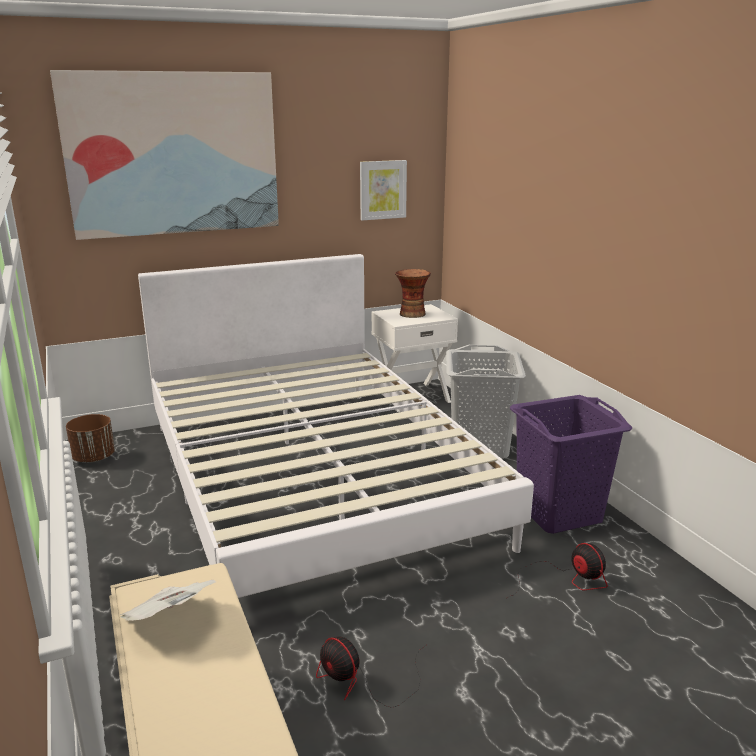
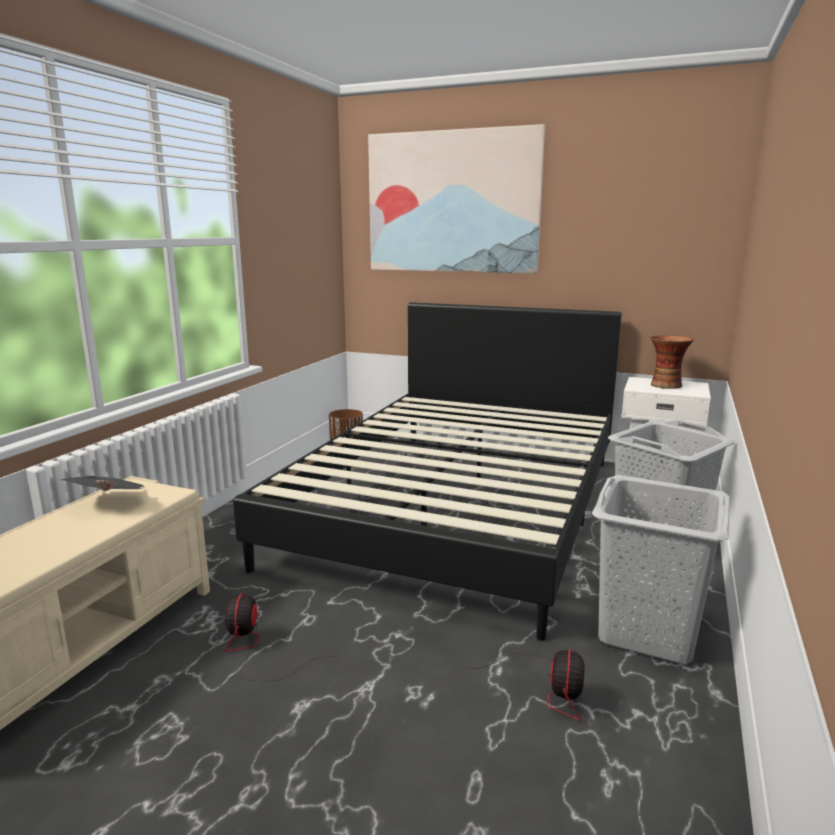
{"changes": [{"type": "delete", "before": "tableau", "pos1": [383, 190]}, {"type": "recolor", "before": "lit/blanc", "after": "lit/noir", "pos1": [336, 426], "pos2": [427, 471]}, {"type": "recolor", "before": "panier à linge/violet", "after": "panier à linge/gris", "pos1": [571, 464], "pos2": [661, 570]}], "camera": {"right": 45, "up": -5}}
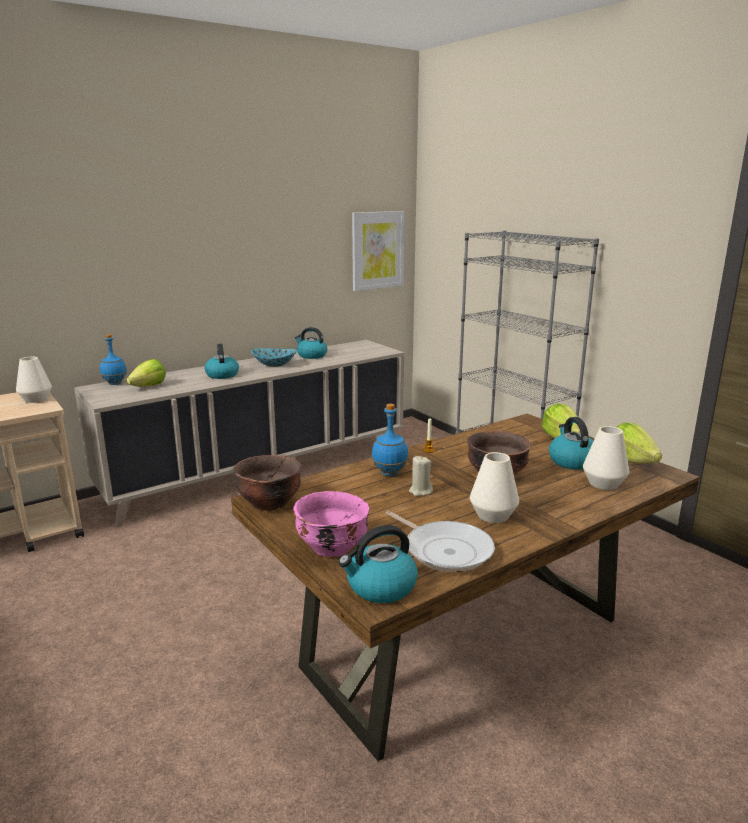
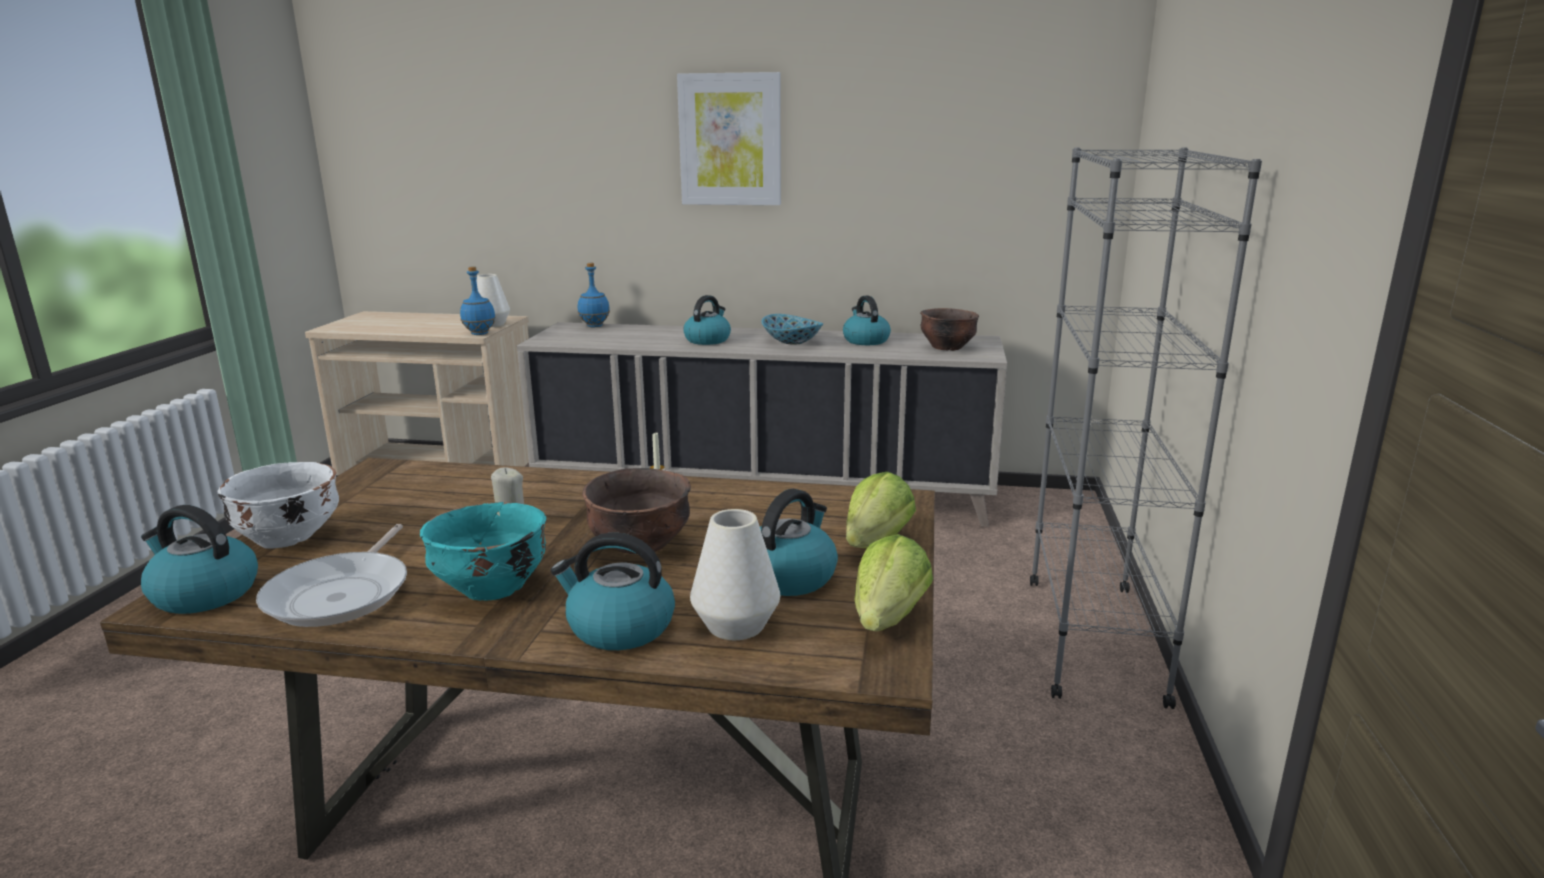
{"changes": [{"type": "move", "before": "tableau", "pos1": [378, 251], "pos2": [729, 138]}, {"type": "delete", "before": "laitue", "pos1": [146, 373]}, {"type": "move", "before": "bouteille/bleu", "pos1": [390, 440], "pos2": [478, 301]}, {"type": "replace", "before": "vase/blanc", "after": "bol/turquoise", "pos1": [494, 487], "pos2": [483, 551]}, {"type": "move", "before": "bol/marron", "pos1": [267, 483], "pos2": [949, 329]}, {"type": "recolor", "before": "bol/rose", "after": "bol/blanc", "pos1": [331, 524], "pos2": [278, 505]}, {"type": "insert", "after": "bouilloire", "pos2": [612, 591]}], "camera": {"right": 45, "up": 0}}
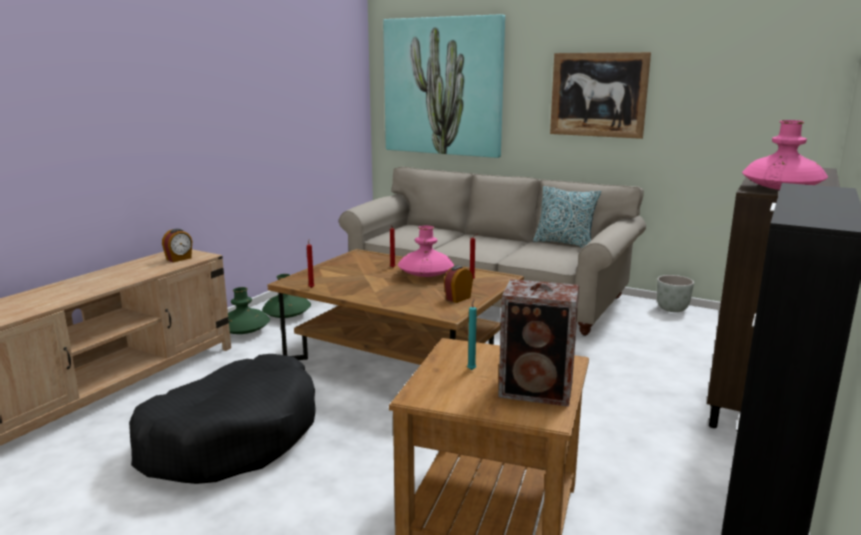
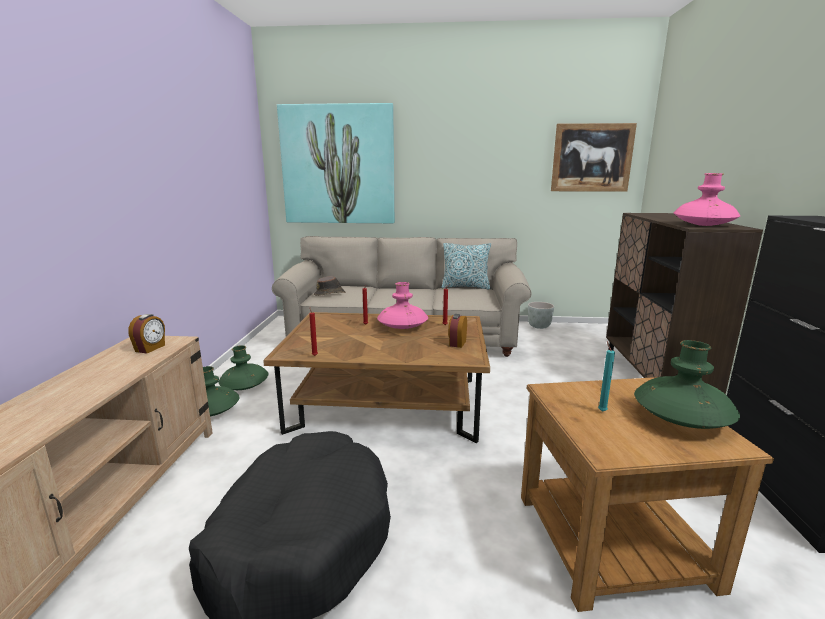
{"changes": [{"type": "move", "before": "tableau", "pos1": [600, 95], "pos2": [594, 157]}, {"type": "replace", "before": "enceinte", "after": "vase/vert", "pos1": [538, 343], "pos2": [687, 384]}, {"type": "insert", "after": "chapeau/marron", "pos2": [329, 286]}], "camera": {"right": -25, "up": 0}}
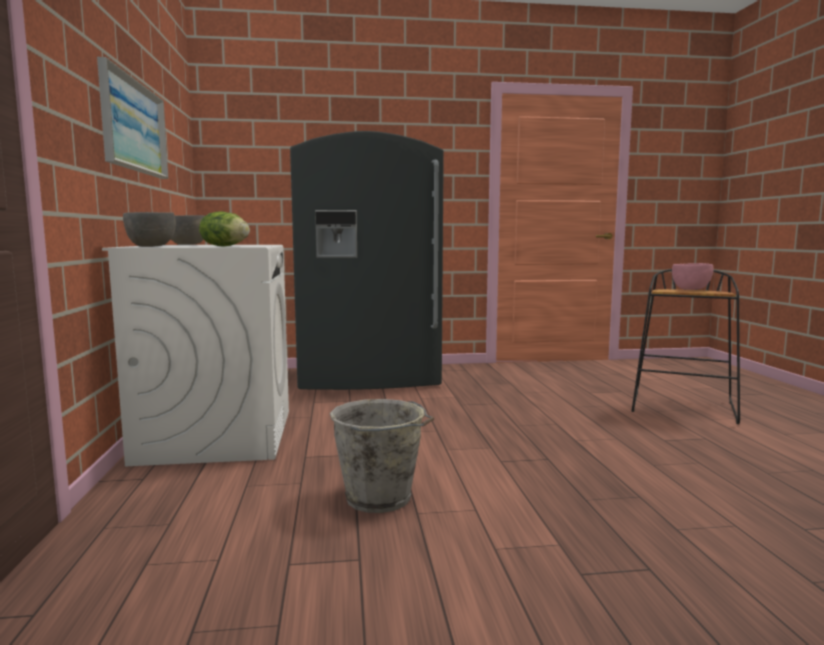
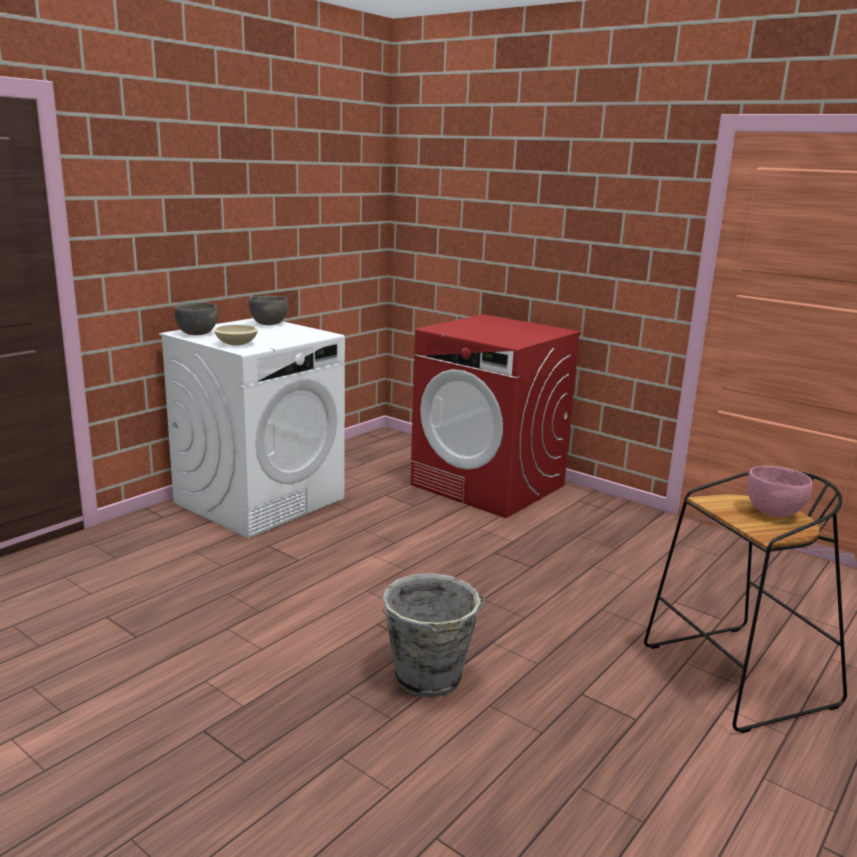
{"changes": [{"type": "delete", "before": "tableau", "pos1": [132, 118]}, {"type": "replace", "before": "réfrigérateur/gris", "after": "lave-linge/rouge", "pos1": [367, 260], "pos2": [495, 416]}, {"type": "replace", "before": "laitue", "after": "bol/beige", "pos1": [224, 228], "pos2": [236, 335]}, {"type": "move", "before": "seau/gris", "pos1": [382, 456], "pos2": [433, 635]}], "camera": {"right": 45, "up": 10}}
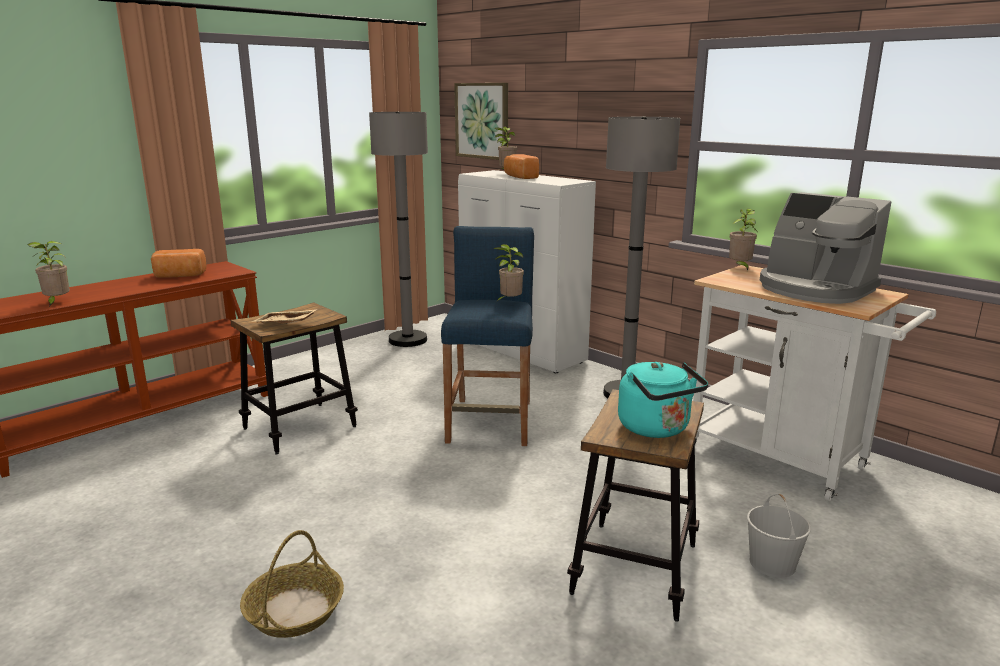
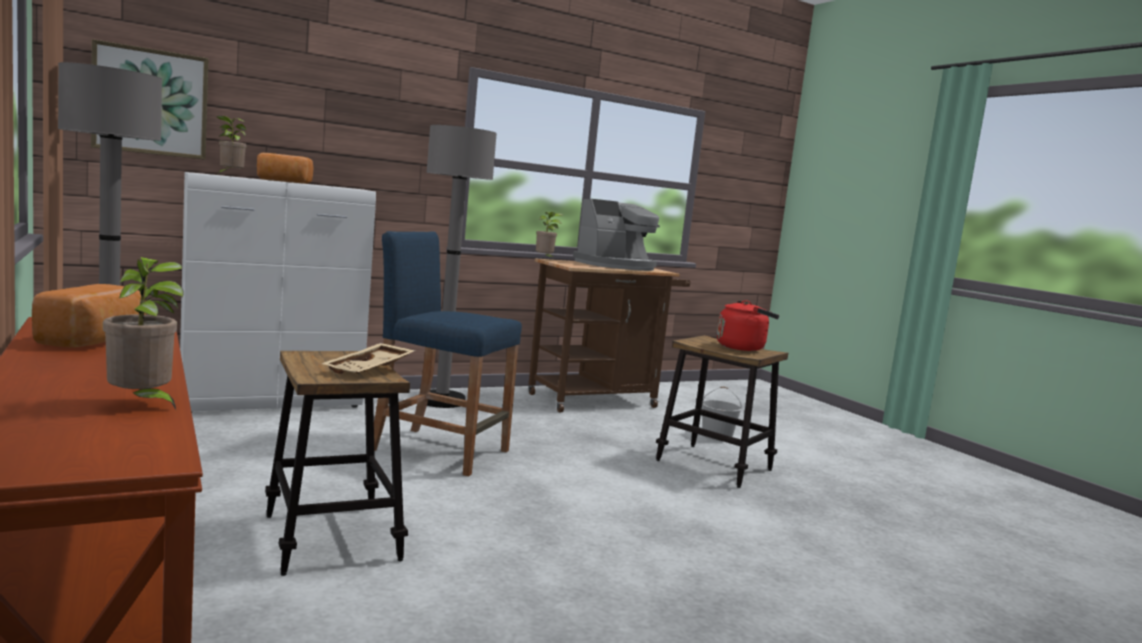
{"changes": [{"type": "delete", "before": "plante en pot", "pos1": [508, 273]}, {"type": "recolor", "before": "chariot/blanc", "after": "chariot/marron", "pos1": [814, 383], "pos2": [609, 335]}, {"type": "recolor", "before": "bouilloire/turquoise", "after": "bouilloire/rouge", "pos1": [663, 400], "pos2": [748, 325]}, {"type": "delete", "before": "panier", "pos1": [292, 584]}], "camera": {"right": -75, "up": -10}}
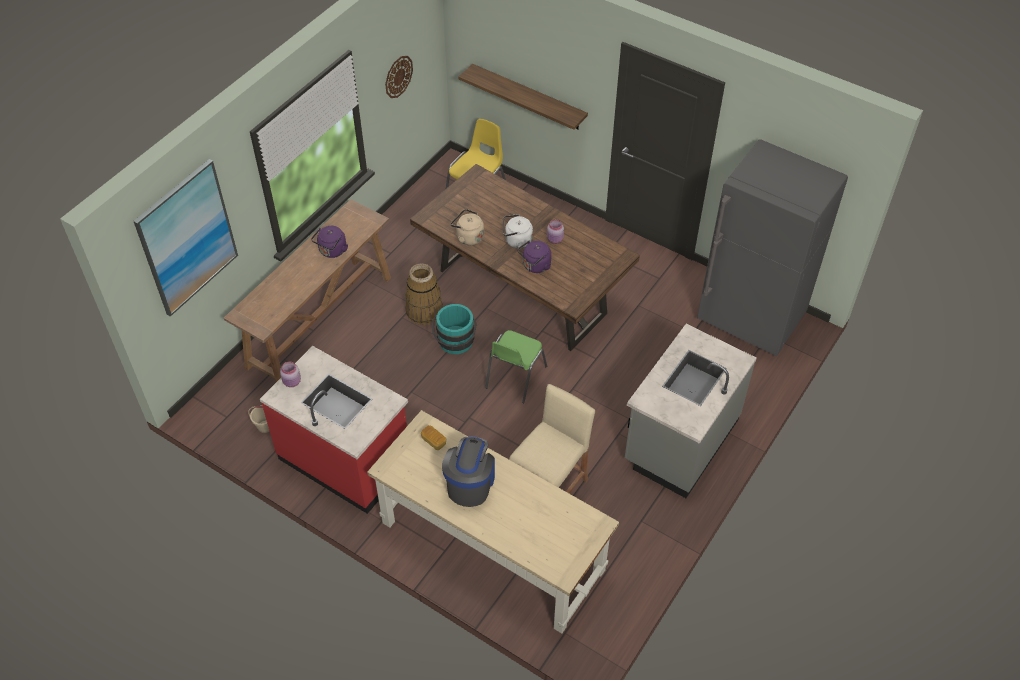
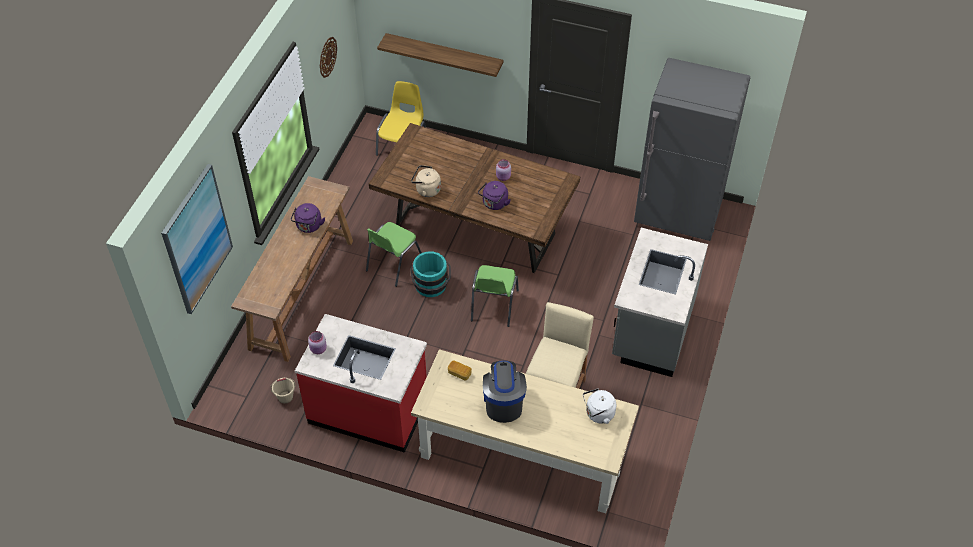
{"changes": [{"type": "move", "before": "bouilloire/blanc", "pos1": [518, 231], "pos2": [599, 406]}, {"type": "replace", "before": "panier", "after": "chaise/vert", "pos1": [424, 294], "pos2": [394, 254]}], "camera": {"right": -15, "up": 0}}
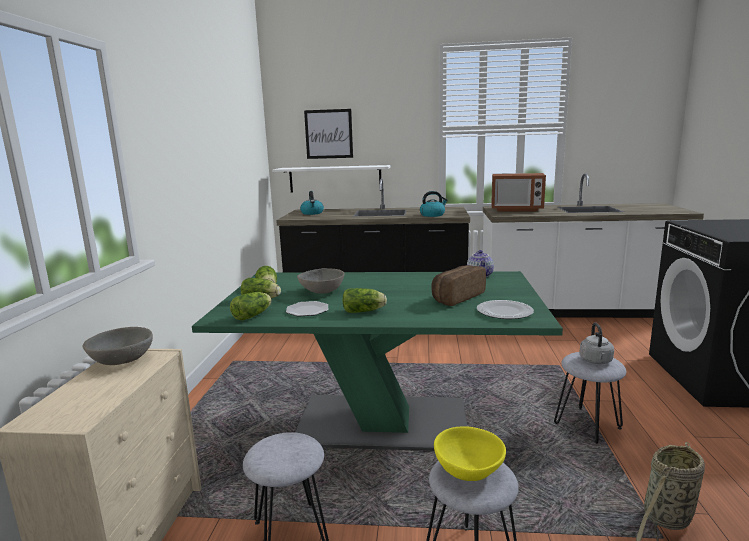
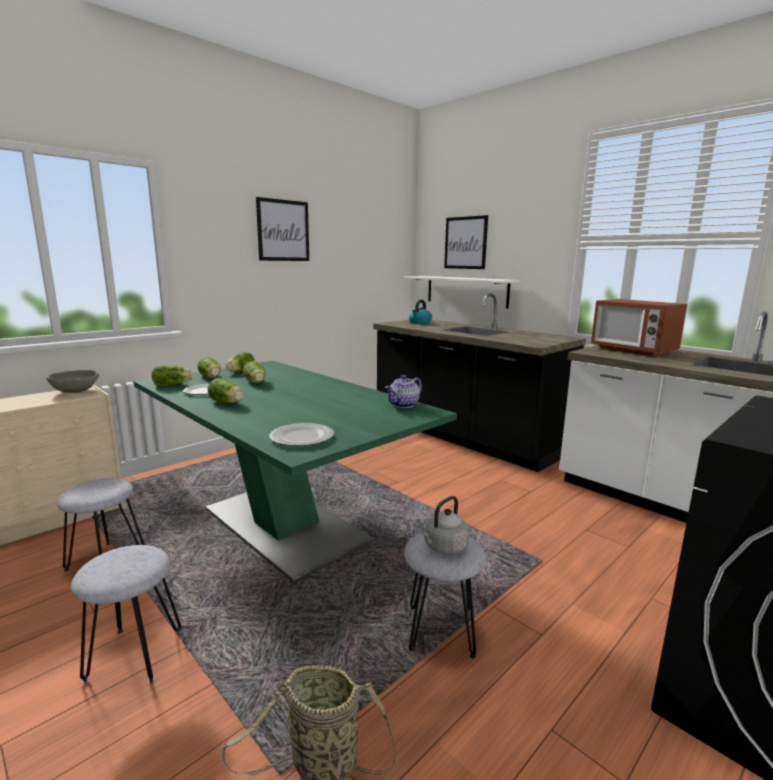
{"changes": [{"type": "delete", "before": "bouilloire", "pos1": [434, 204]}, {"type": "delete", "before": "pain", "pos1": [458, 285]}, {"type": "replace", "before": "bol/gris", "after": "laitue", "pos1": [321, 281], "pos2": [254, 372]}, {"type": "delete", "before": "bol/jaune", "pos1": [470, 453]}, {"type": "insert", "after": "tableau", "pos2": [282, 229]}], "camera": {"right": 40, "up": 0}}
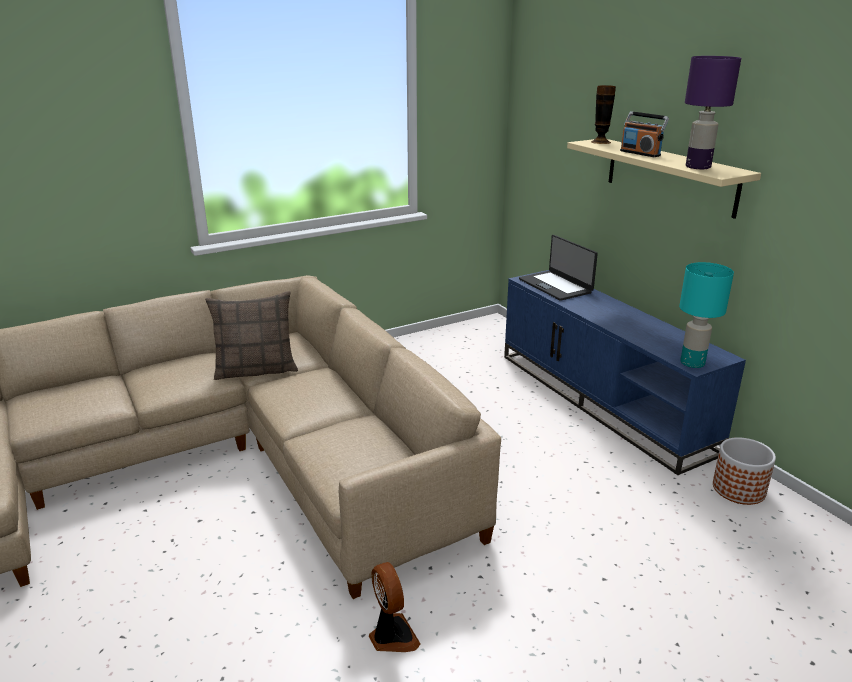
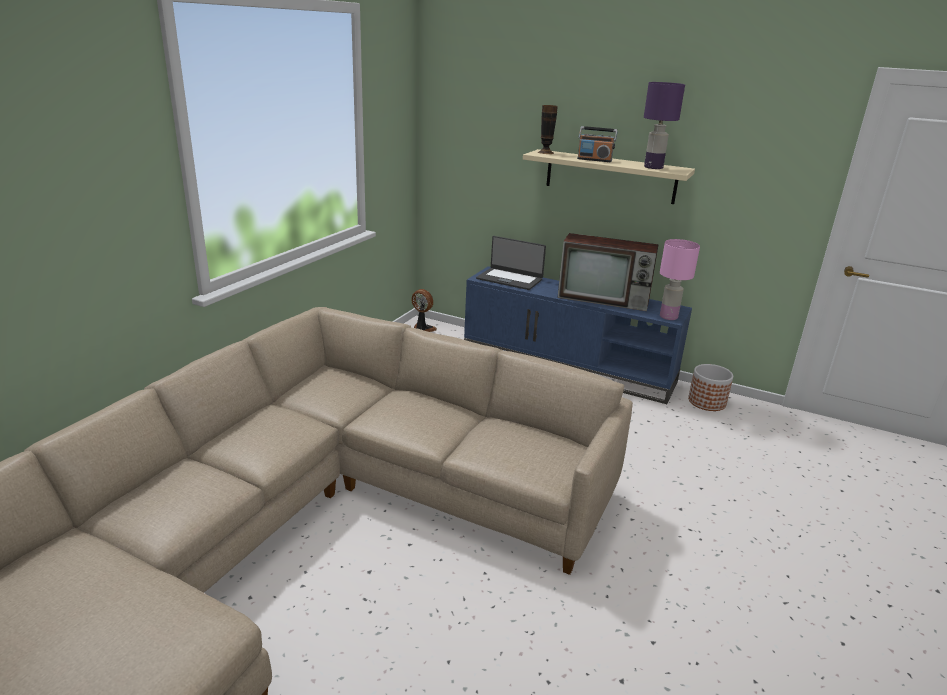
{"changes": [{"type": "recolor", "before": "lampe de table/turquoise", "after": "lampe de table/rose", "pos1": [706, 315], "pos2": [680, 279]}, {"type": "delete", "before": "coussin", "pos1": [251, 335]}, {"type": "move", "before": "ventilateur", "pos1": [395, 607], "pos2": [424, 310]}, {"type": "insert", "after": "téléviseur", "pos2": [608, 272]}], "camera": {"right": -35, "up": 0}}
